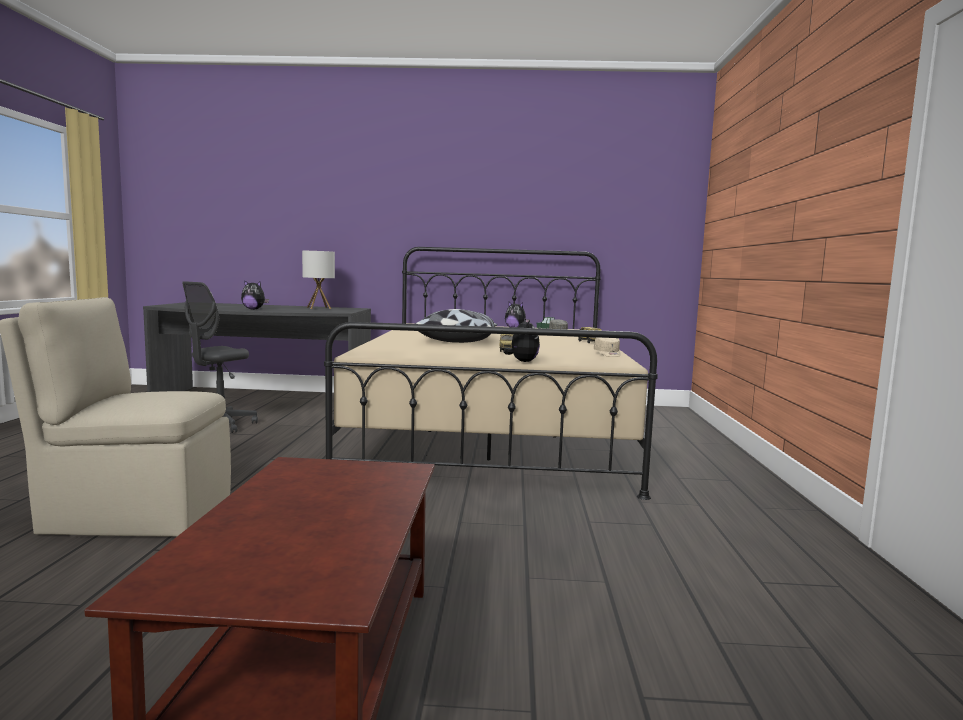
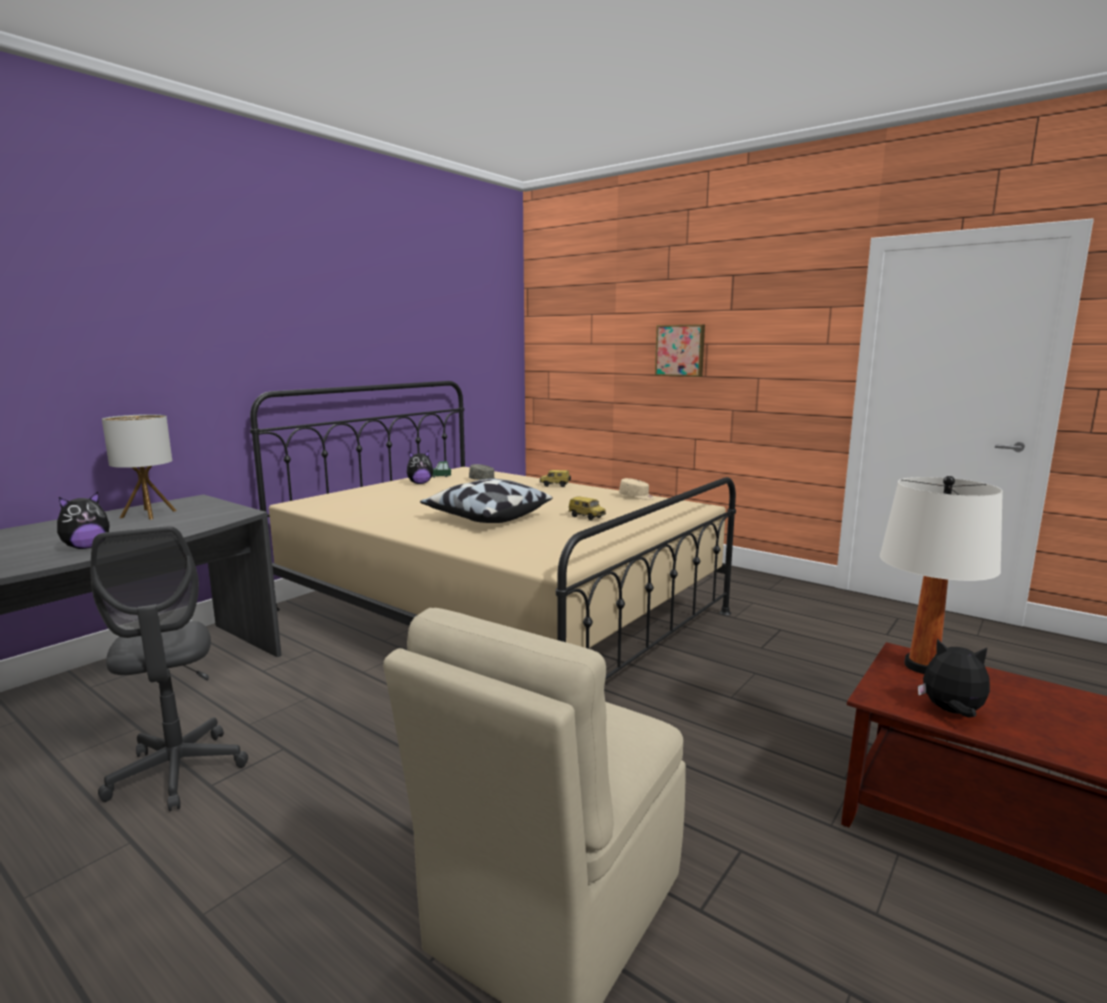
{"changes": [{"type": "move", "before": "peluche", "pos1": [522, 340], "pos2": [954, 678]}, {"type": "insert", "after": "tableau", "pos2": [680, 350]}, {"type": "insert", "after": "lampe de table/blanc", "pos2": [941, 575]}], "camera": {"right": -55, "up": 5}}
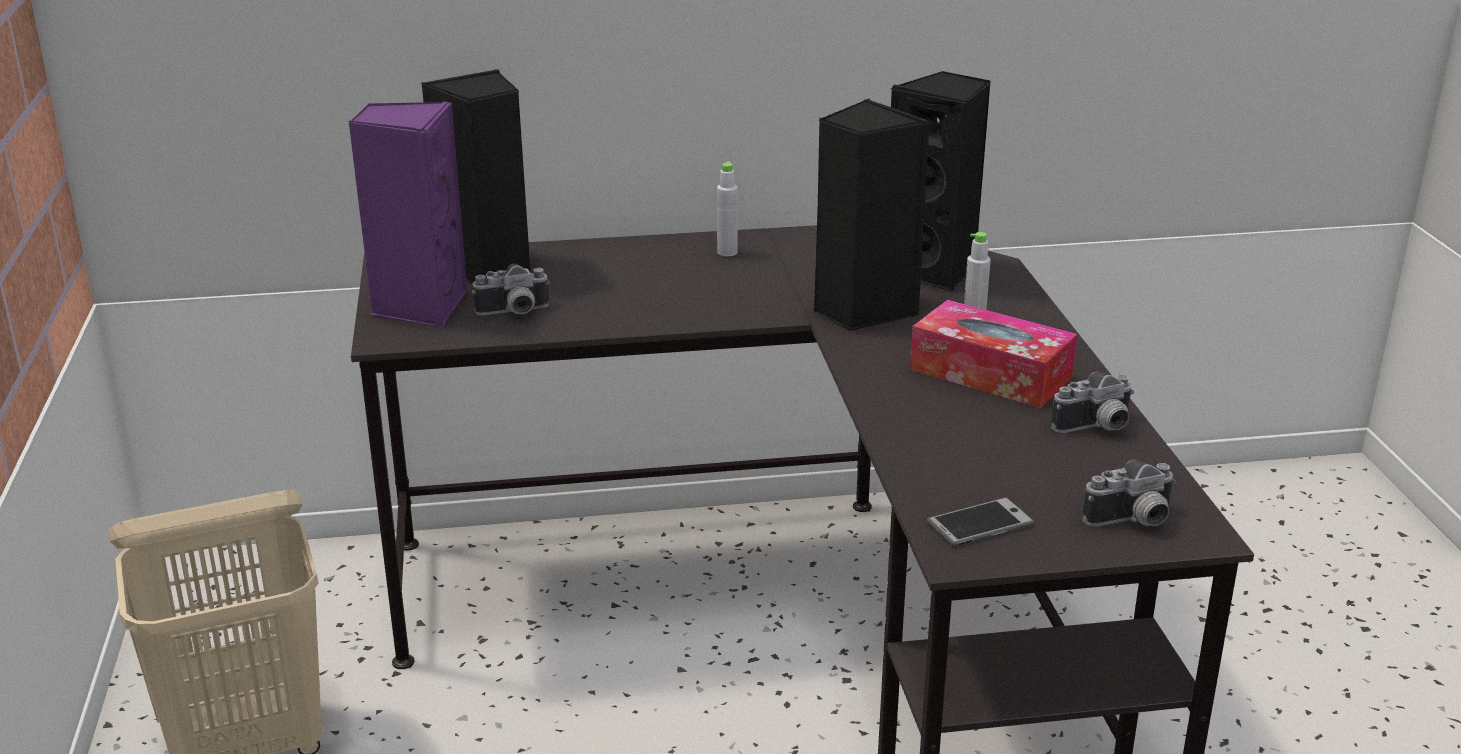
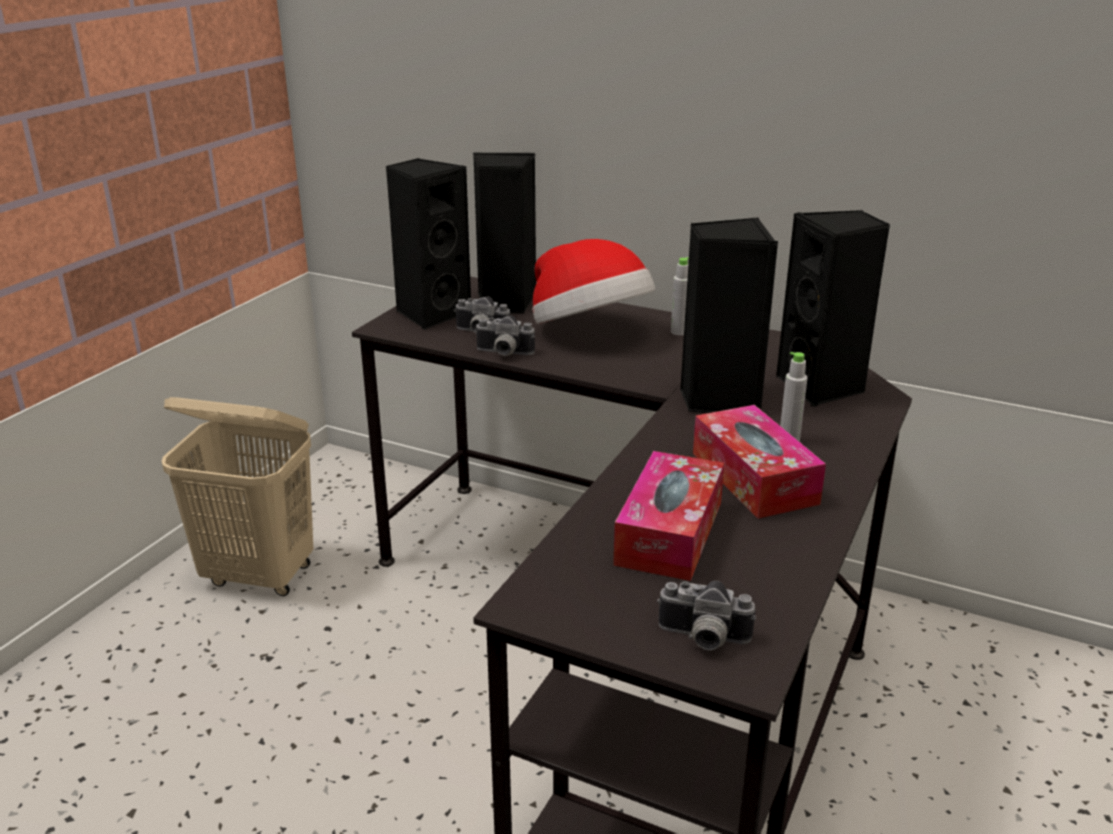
{"changes": [{"type": "recolor", "before": "enceinte/violet", "after": "enceinte/noir", "pos1": [408, 214], "pos2": [428, 244]}, {"type": "move", "before": "appareil photo", "pos1": [1092, 402], "pos2": [504, 335]}, {"type": "delete", "before": "téléphone", "pos1": [981, 522]}, {"type": "insert", "after": "chapeau", "pos2": [593, 281]}, {"type": "insert", "after": "boîte à mouchoirs", "pos2": [668, 516]}], "camera": {"right": 35, "up": 0}}
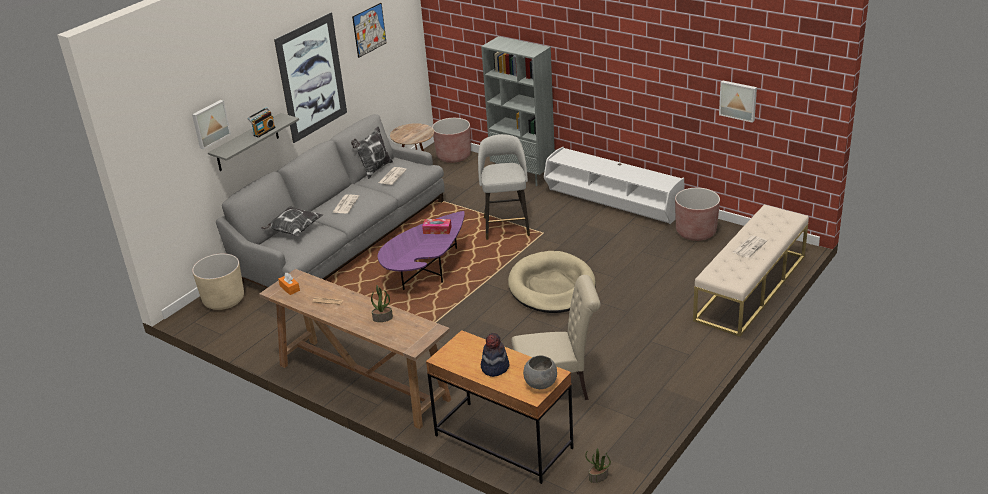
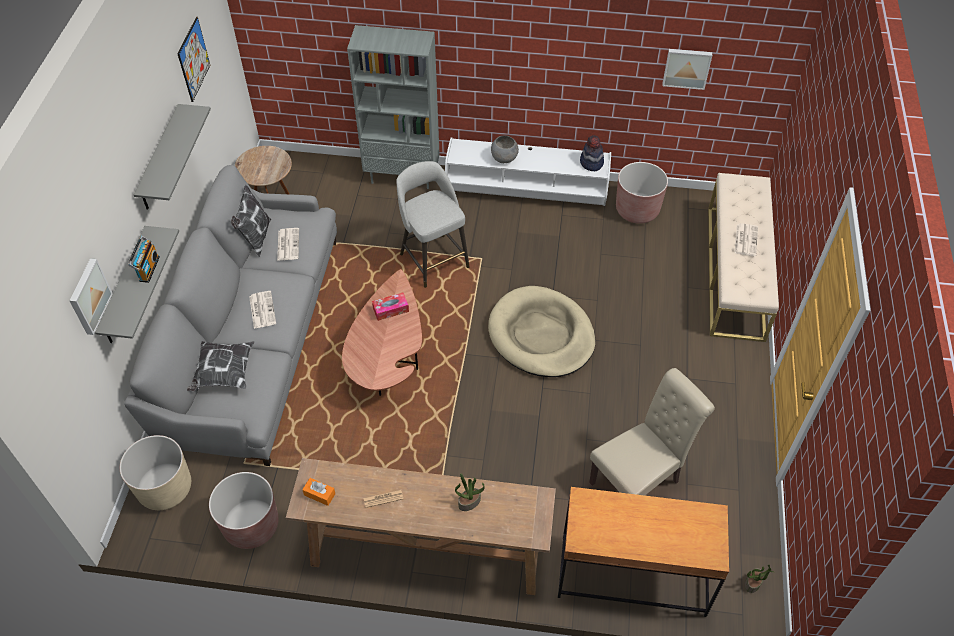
{"changes": [{"type": "replace", "before": "tableau", "after": "étagère/gris", "pos1": [310, 77], "pos2": [172, 157]}, {"type": "move", "before": "cache-pot/marron", "pos1": [451, 140], "pos2": [244, 510]}, {"type": "recolor", "before": "table basse/violet", "after": "table basse/marron", "pos1": [421, 250], "pos2": [382, 332]}, {"type": "move", "before": "chapeau", "pos1": [495, 355], "pos2": [592, 153]}, {"type": "move", "before": "bol/gris", "pos1": [540, 372], "pos2": [505, 149]}], "camera": {"right": -30, "up": 20}}
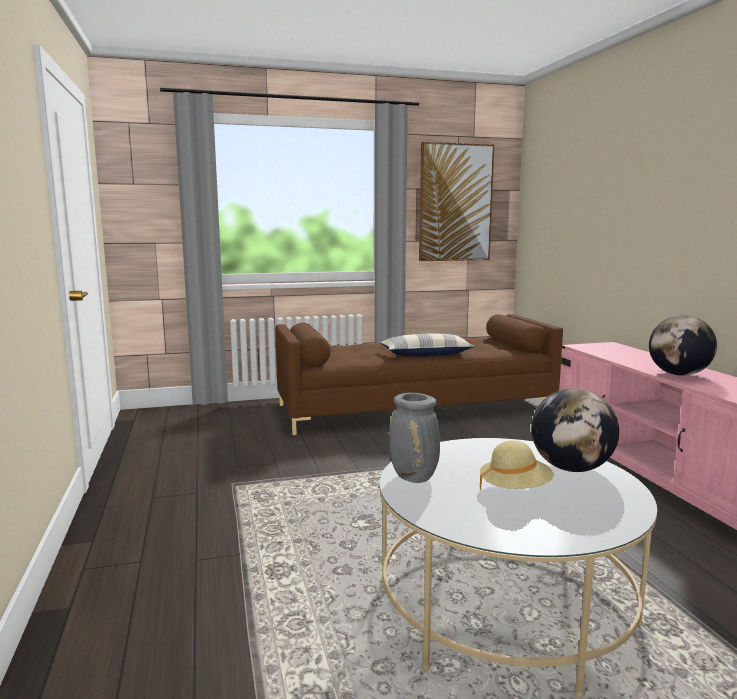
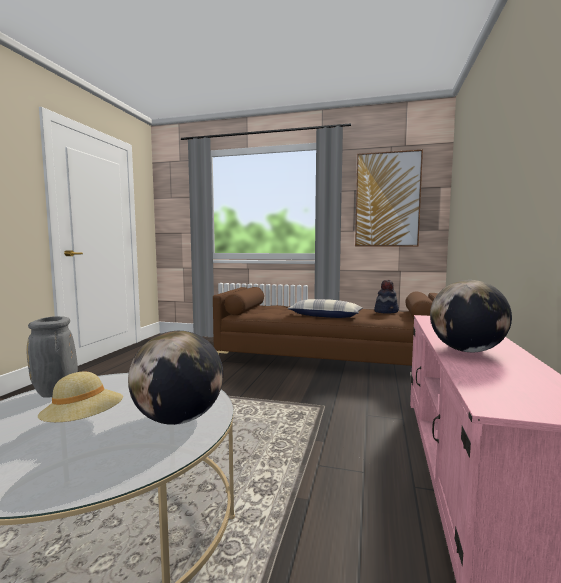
{"changes": [{"type": "insert", "after": "chapeau", "pos2": [386, 296]}], "camera": {"right": 30, "up": -5}}
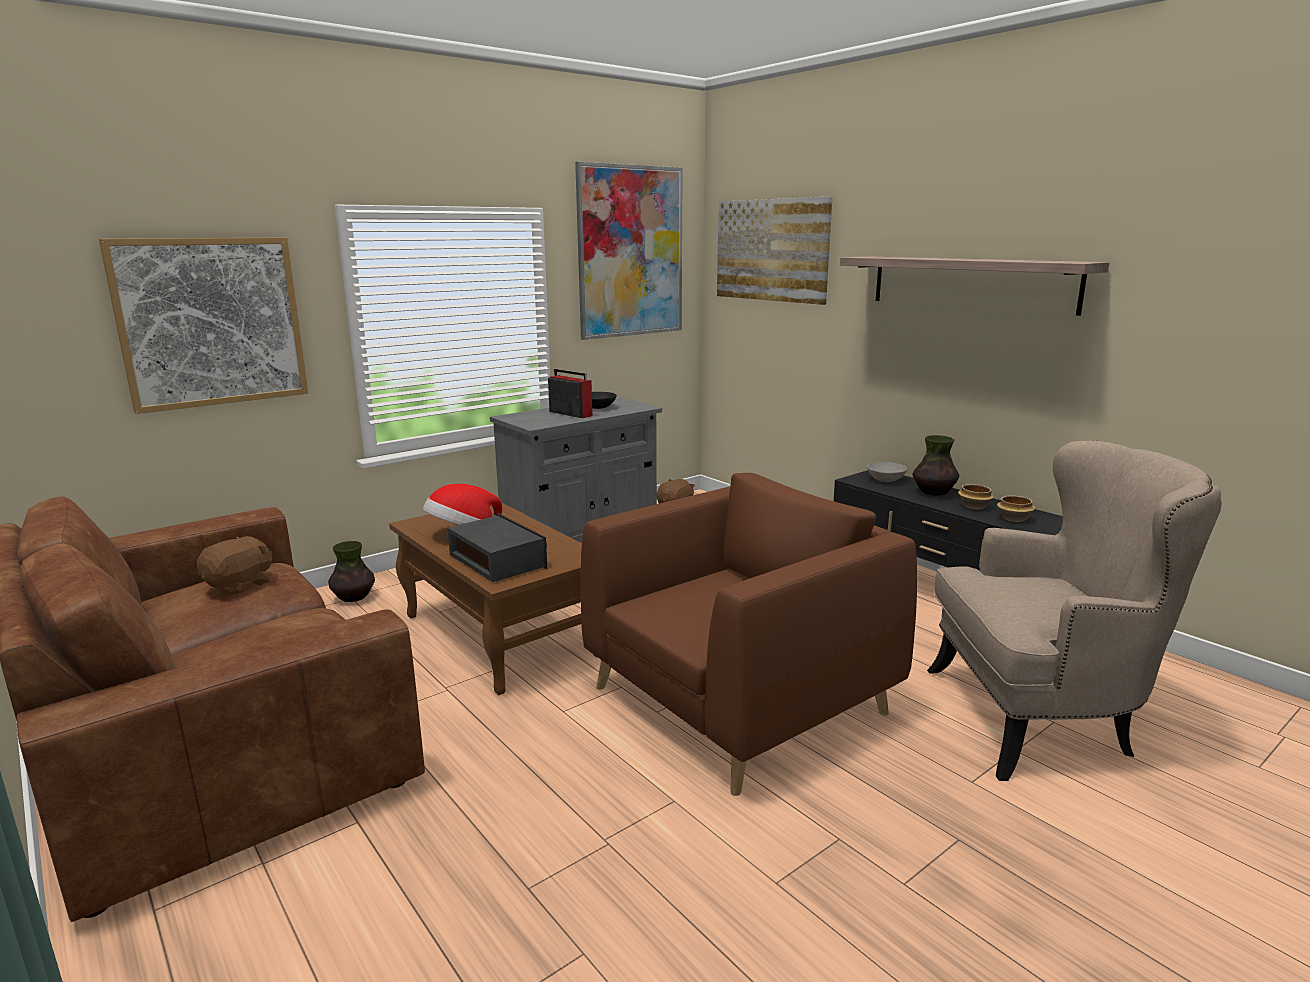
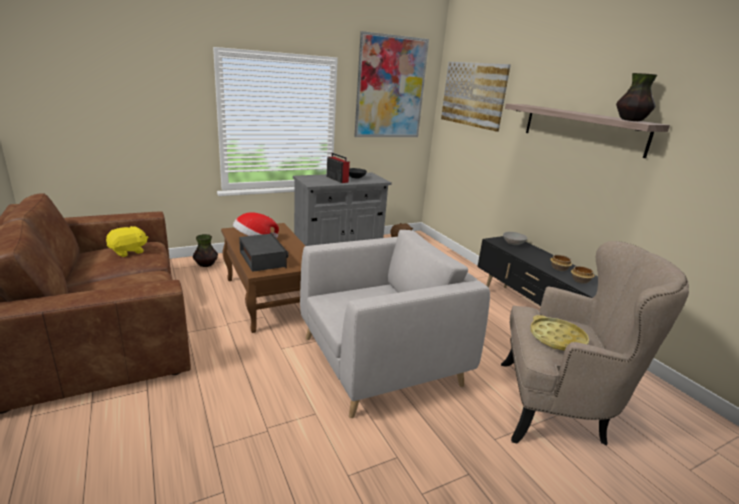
{"changes": [{"type": "delete", "before": "tableau", "pos1": [203, 326]}, {"type": "move", "before": "vase", "pos1": [935, 465], "pos2": [636, 97]}, {"type": "recolor", "before": "fauteuil/marron", "after": "fauteuil/gris", "pos1": [749, 634], "pos2": [395, 324]}, {"type": "recolor", "before": "peluche/marron", "after": "peluche/jaune", "pos1": [234, 565], "pos2": [127, 241]}, {"type": "insert", "after": "plateau/jaune", "pos2": [559, 333]}], "camera": {"right": 10, "up": 5}}
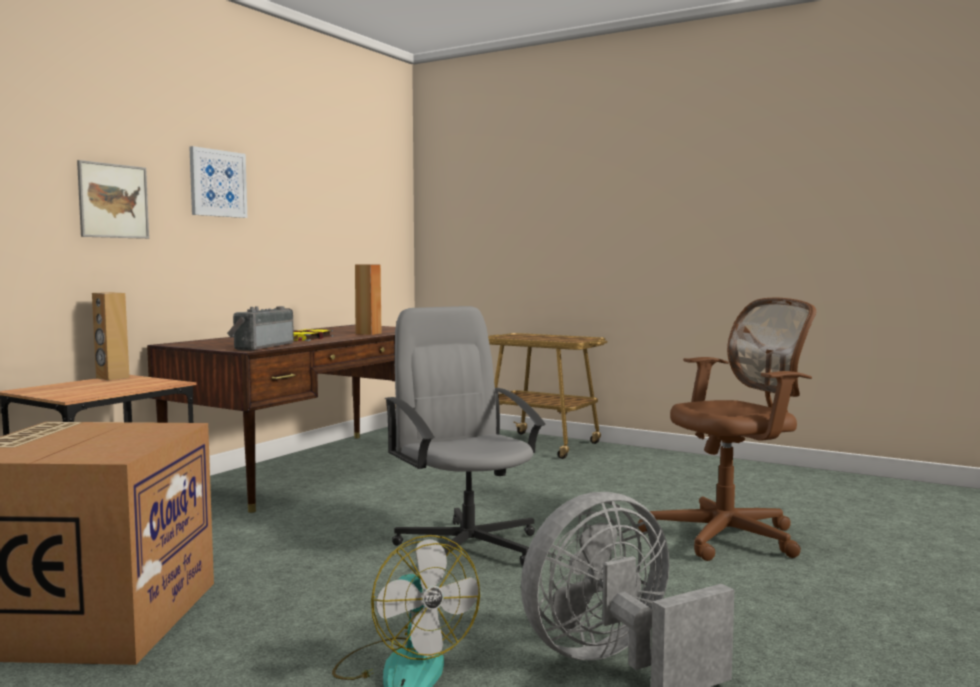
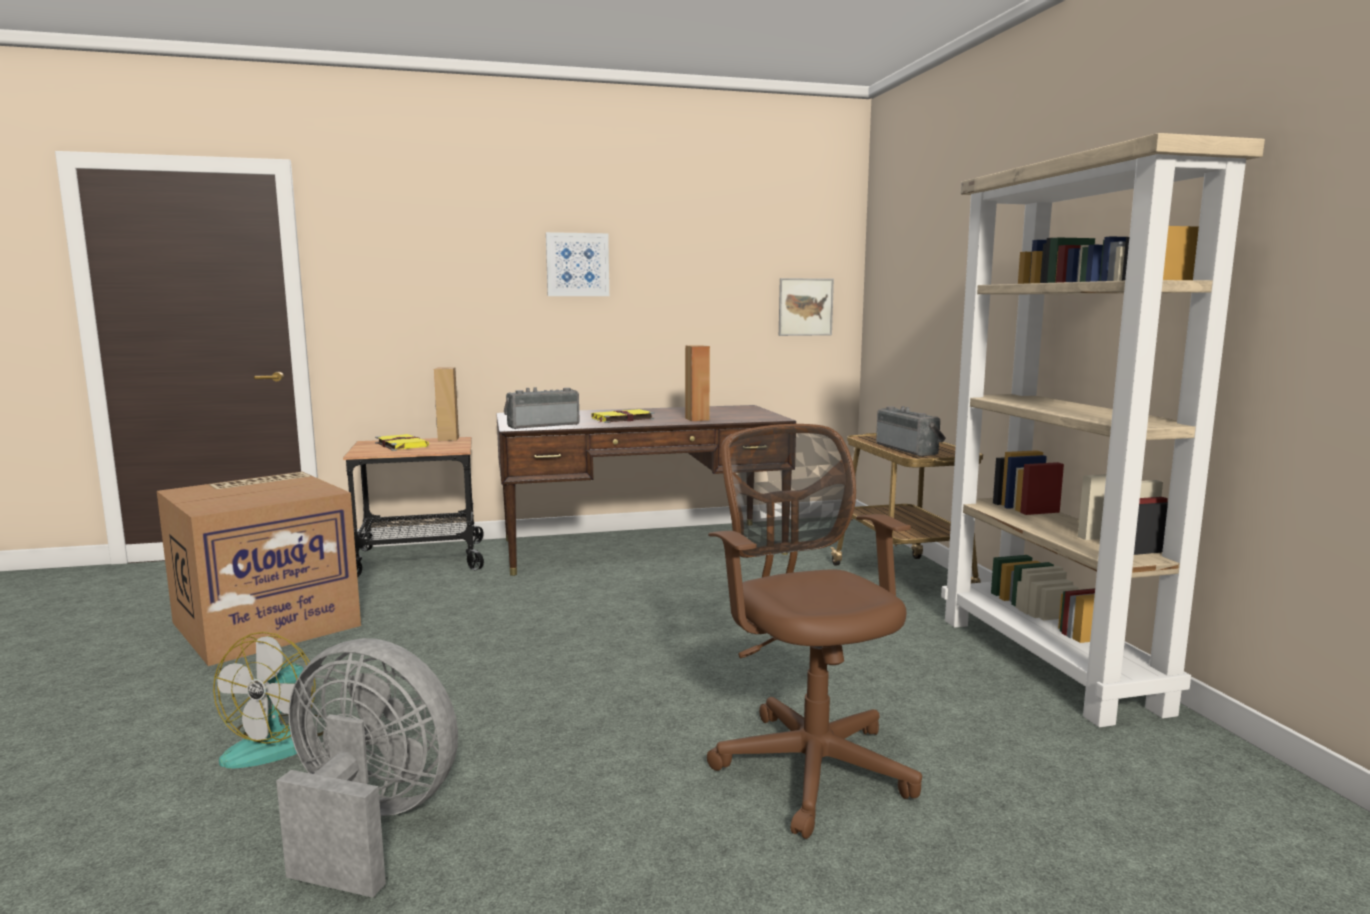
{"changes": [{"type": "move", "before": "tableau", "pos1": [113, 199], "pos2": [806, 307]}, {"type": "rotate", "before": "chaise de bureau/marron", "pos1": [727, 429], "pos2": [814, 631], "turn": -135}, {"type": "delete", "before": "chaise de bureau/gris", "pos1": [465, 436]}, {"type": "insert", "after": "bibliothèque/beige", "pos2": [1103, 430]}, {"type": "insert", "after": "radio", "pos2": [911, 431]}, {"type": "insert", "after": "livre/jaune", "pos2": [402, 442]}], "camera": {"right": 45, "up": 5}}
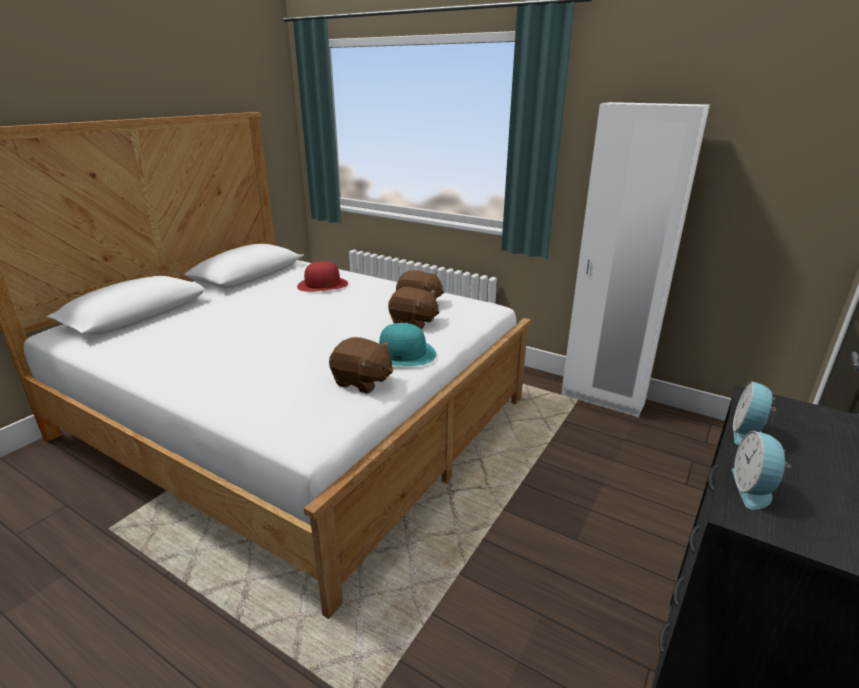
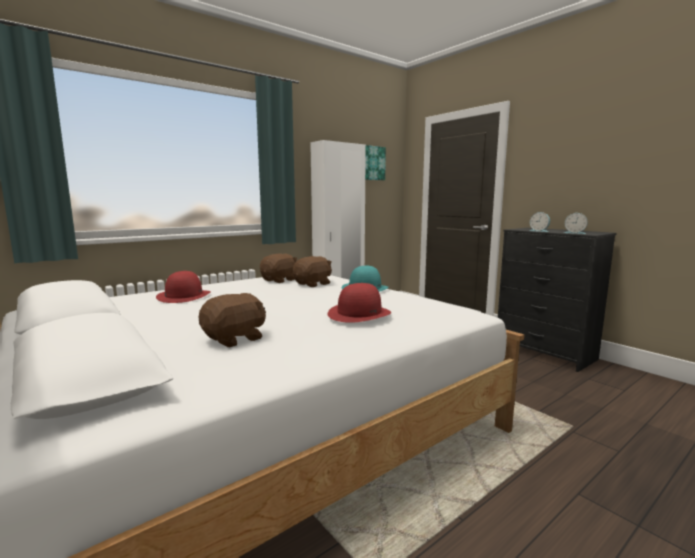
{"changes": [{"type": "move", "before": "peluche/marron", "pos1": [361, 365], "pos2": [232, 320]}, {"type": "insert", "after": "tableau", "pos2": [375, 162]}, {"type": "insert", "after": "chapeau/rouge", "pos2": [359, 303]}], "camera": {"right": -70, "up": -15}}
